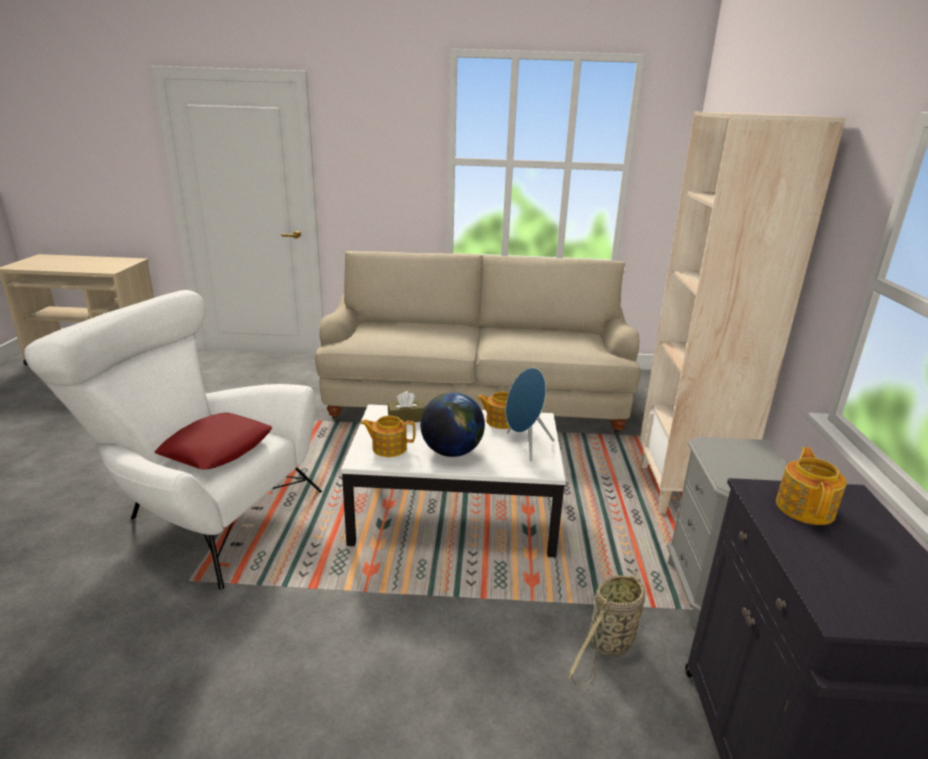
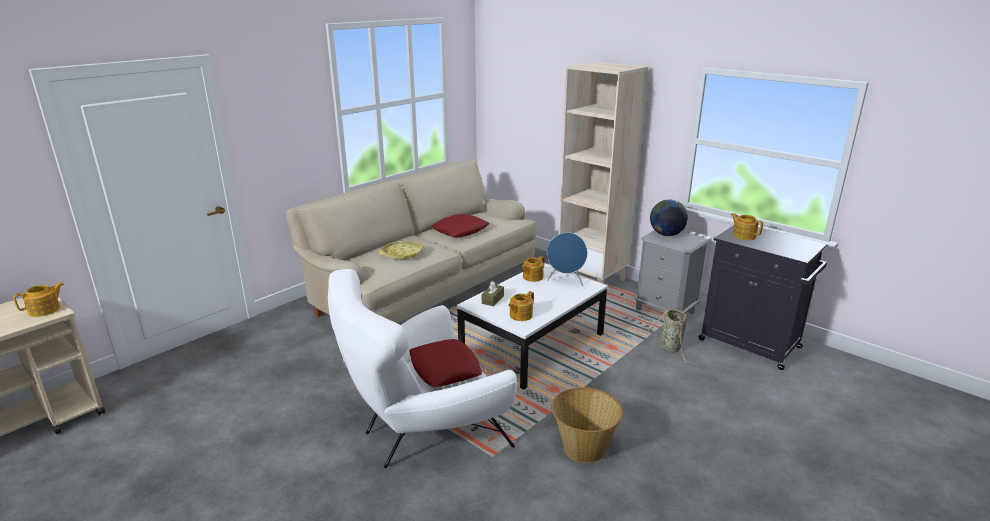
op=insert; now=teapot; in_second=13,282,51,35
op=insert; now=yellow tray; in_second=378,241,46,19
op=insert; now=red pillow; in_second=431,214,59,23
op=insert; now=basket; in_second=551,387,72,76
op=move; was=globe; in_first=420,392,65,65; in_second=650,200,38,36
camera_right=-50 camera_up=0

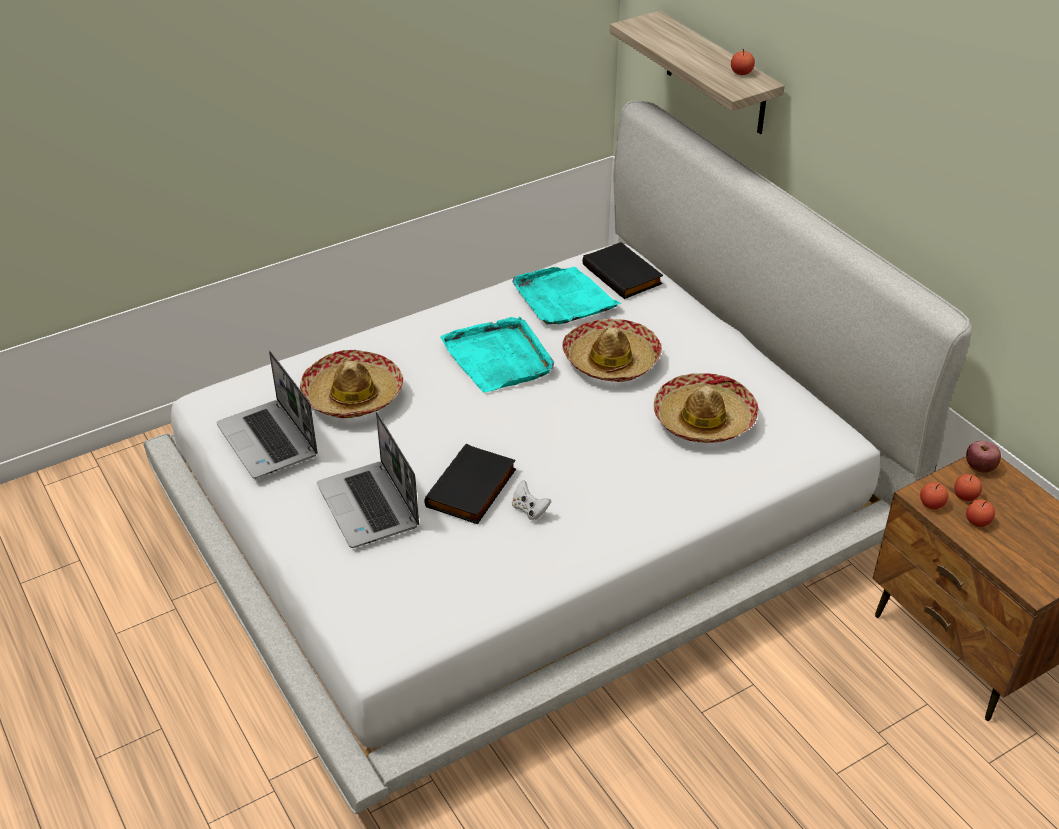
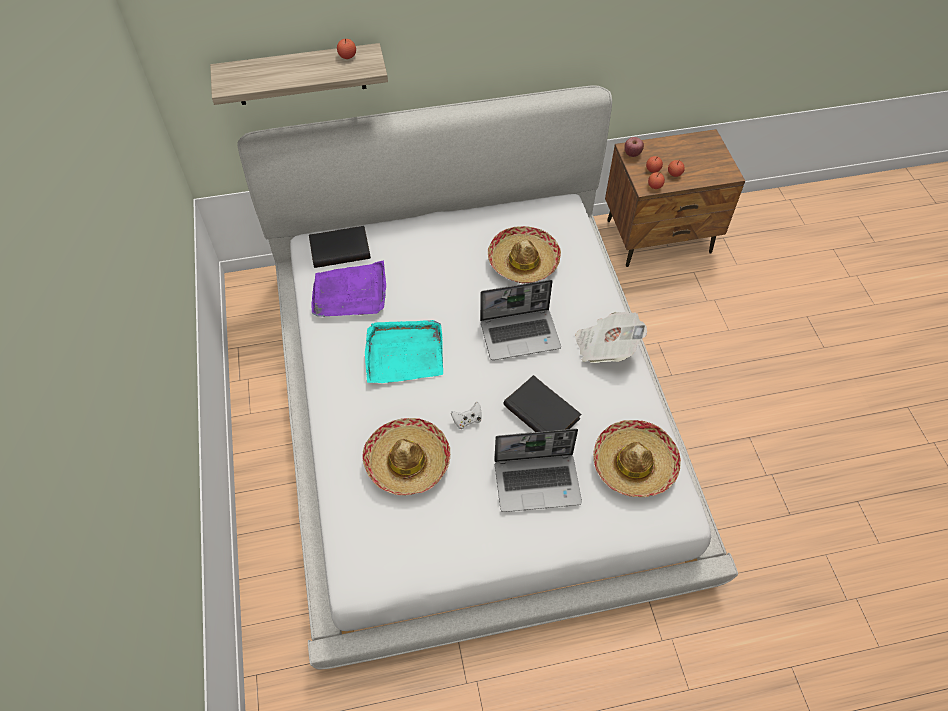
op=insert; now=newspaper; in_second=575,312,72,51
op=move; was=laptop; in_first=217,351,101,128; in_second=480,280,81,80
op=move; was=white game controller; in_first=512,480,39,41; in_second=451,402,31,27
op=move; was=hat; in_first=562,319,100,63; in_second=593,420,88,77
op=recolor; was=turquoise tray; now=purple tray; in_first=512,267,109,57; in_second=311,260,75,57
camera_right=-70 camera_up=15

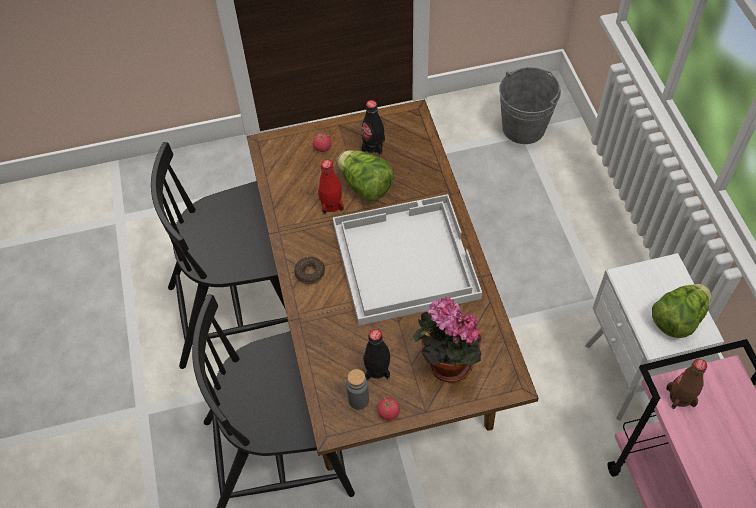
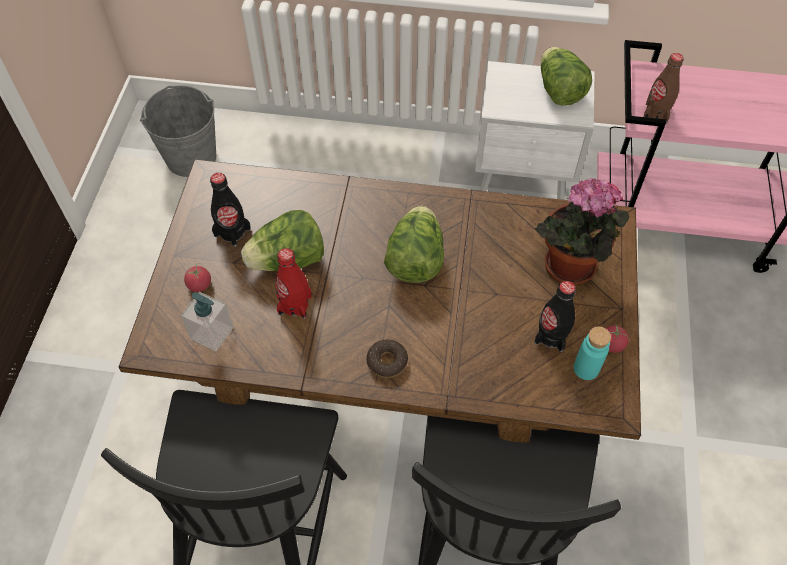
op=insert; now=soap dispenser; in_second=181,292,52,59
op=replace; was=white tray; now=lettuce; in_first=333,194,149,131; in_second=384,206,60,77
op=recolor; was=grey bottle; now=turquoise bottle; in_first=346,369,23,41; in_second=573,326,38,54
camera_right=-70 camera_up=0

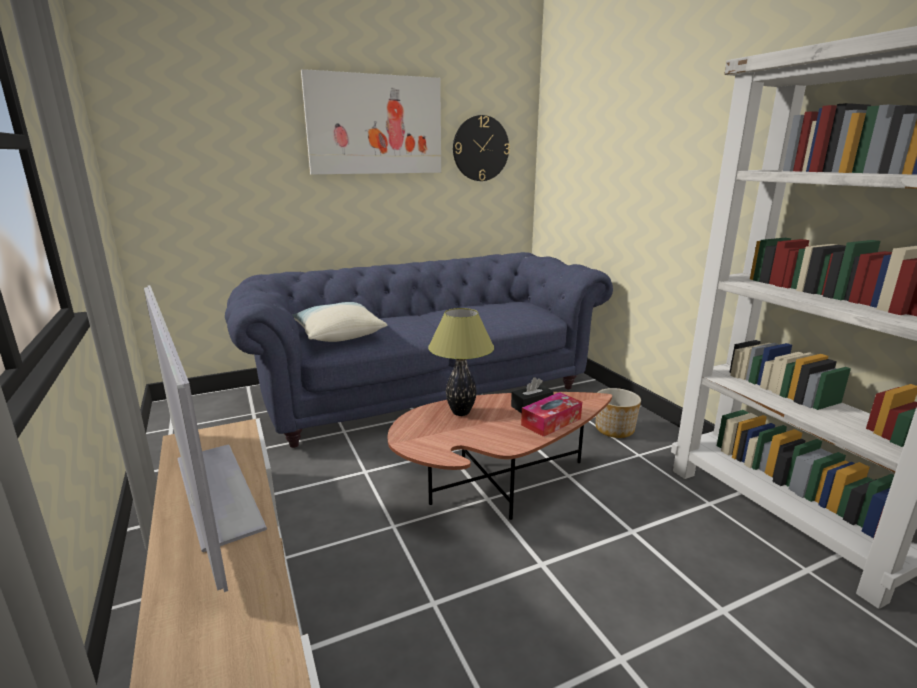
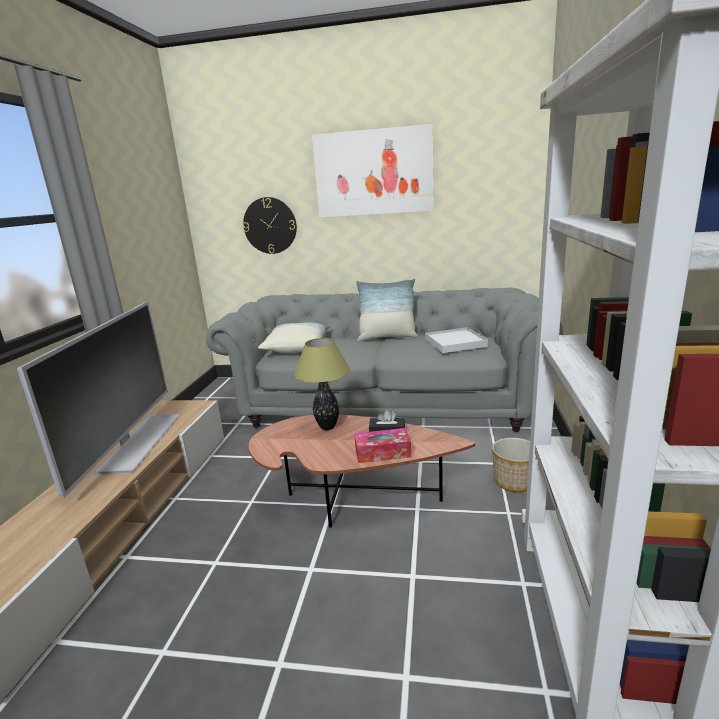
op=insert; now=pillow; in_second=356,279,62,62
op=insert; now=white tray; in_second=425,327,63,26
op=move; was=wall clock; in_first=453,115,57,66; in_second=243,197,54,57
op=recolor; was=blue sofa; now=grey sofa; in_first=225,252,388,196; in_second=206,287,357,145
camera_right=35 camera_up=0

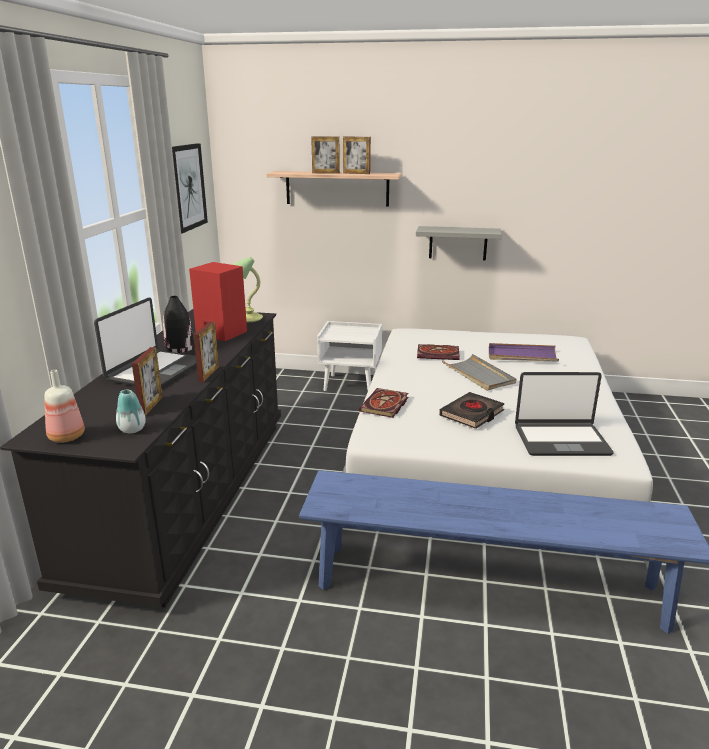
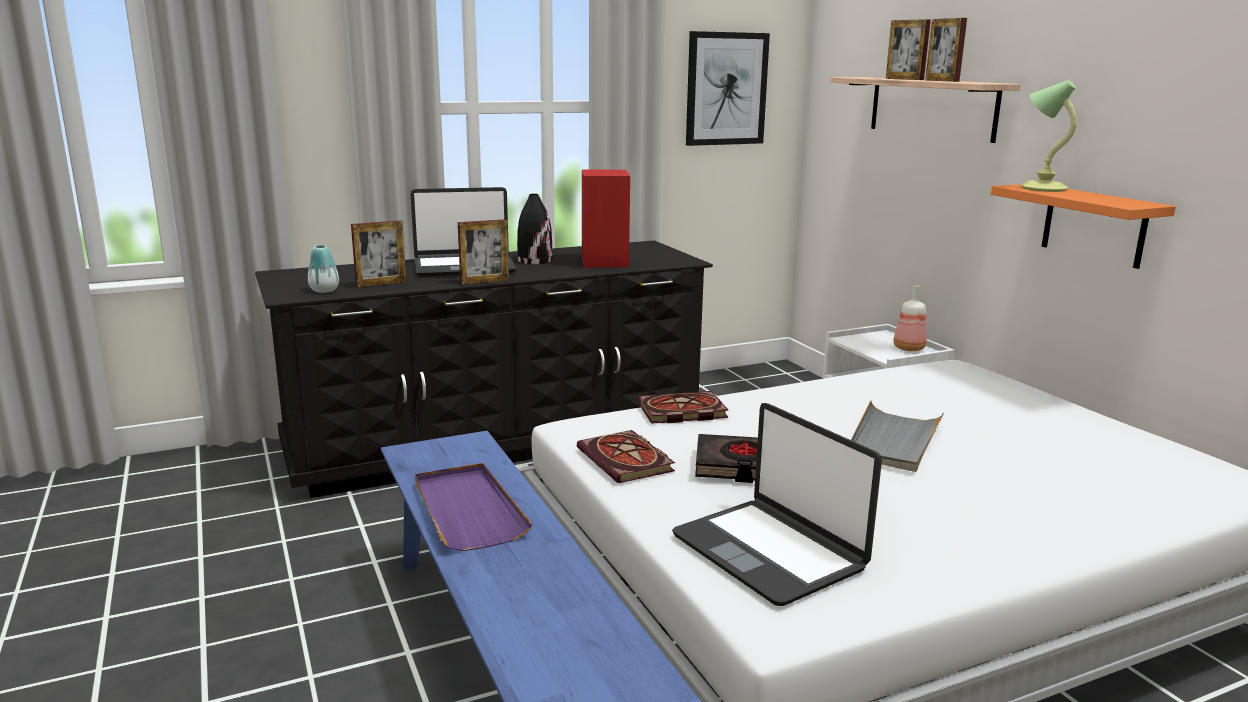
op=move; was=bottle; in_first=44,370,41,73; in_second=893,285,33,66
op=move; was=table lamp; in_first=232,257,31,65; in_second=1021,80,56,112
op=move; was=book; in_first=417,344,43,16; in_second=577,430,98,53
op=move; was=purple tray; in_first=489,343,70,19; in_second=415,463,117,88
op=recolor; was=grey shelf; now=orange shelf; in_first=416,226,86,35; in_second=991,184,185,85
camera_right=55 camera_up=-5

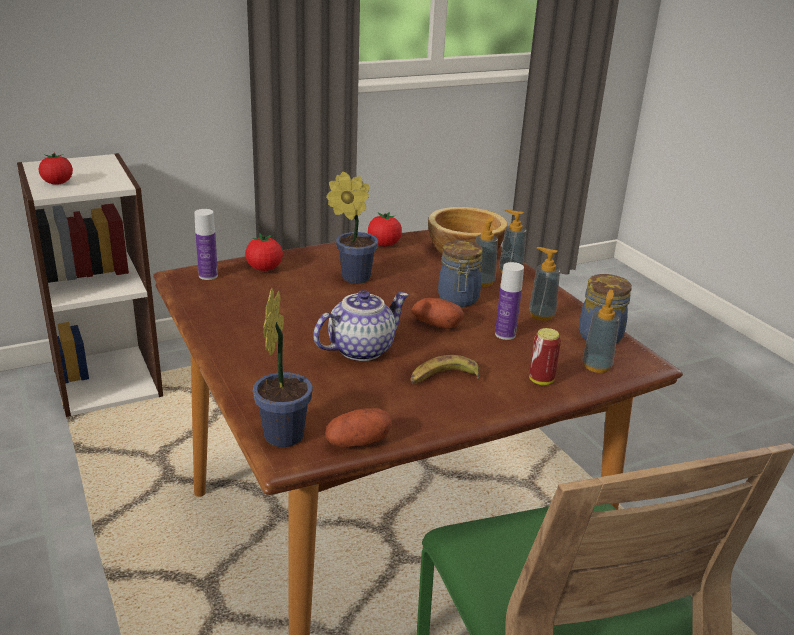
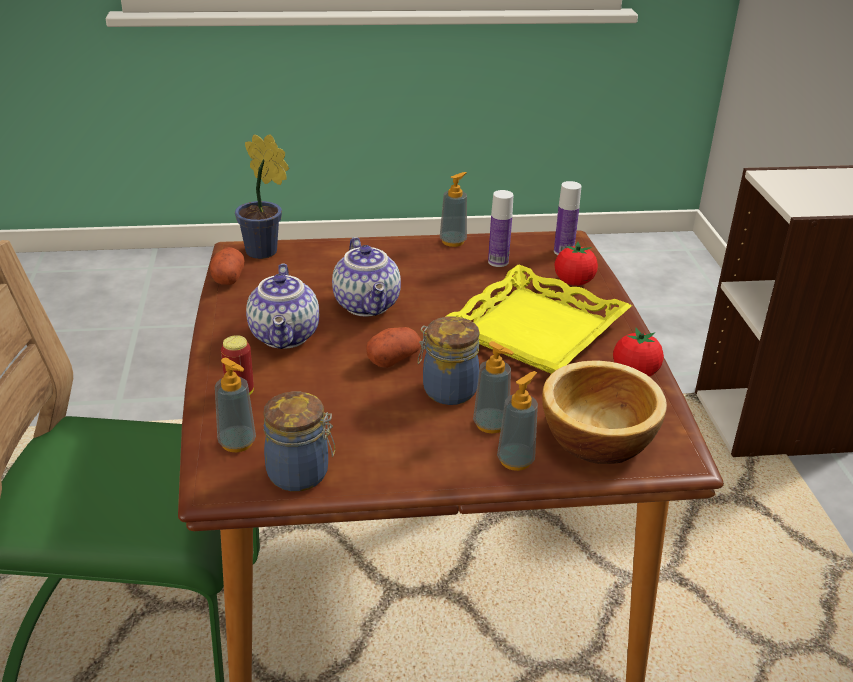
op=delete; was=tomato; in_first=39,152,34,33
op=move; was=bottle; in_first=495,262,29,78; in_second=488,190,26,77
op=move; was=soap dispenser; in_first=529,247,31,74; in_second=440,172,27,75
op=replace; was=potted plant; now=yellow tray; in_first=326,171,52,113; in_second=445,265,187,109
op=replace; was=banana; now=teapot; in_first=411,355,69,29; in_second=246,263,73,86
camera_right=110 camera_up=5

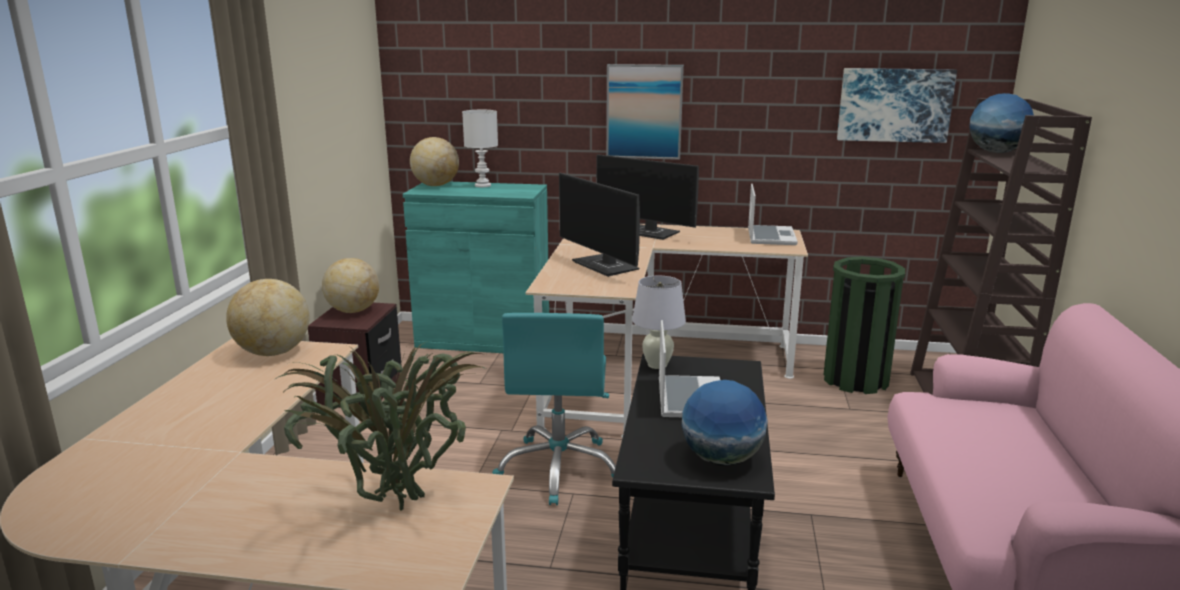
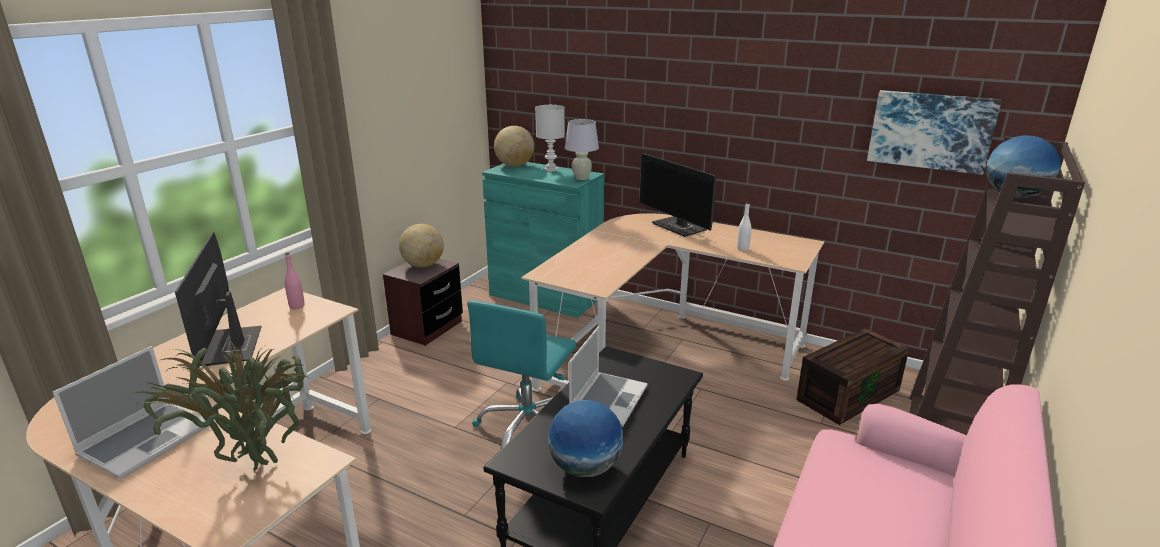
op=delete; was=picture; in_first=606,64,78,96
op=insert; now=white bottle; in_second=737,202,15,49
op=move; was=monitor; in_first=559,173,81,104; in_second=175,232,86,136
op=move; was=white table lamp; in_first=632,276,54,93; in_second=565,119,34,61
op=move; was=laptop; in_first=748,184,50,61; in_second=53,346,154,133
op=replace; was=globe; now=pink bottle; in_first=226,279,83,77; in_second=284,252,21,57
op=replace; was=green trash can; now=brown storage box; in_first=824,257,81,137; in_second=796,328,113,97
camera_right=20 camera_up=5

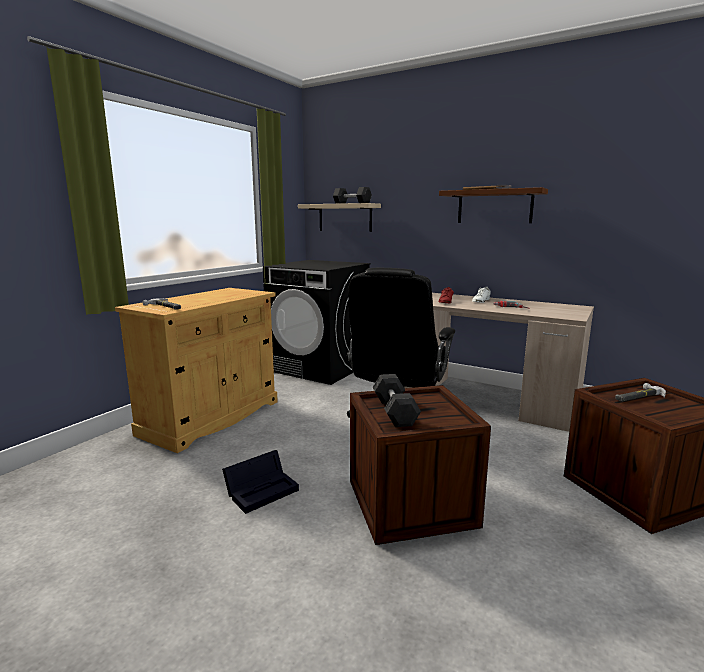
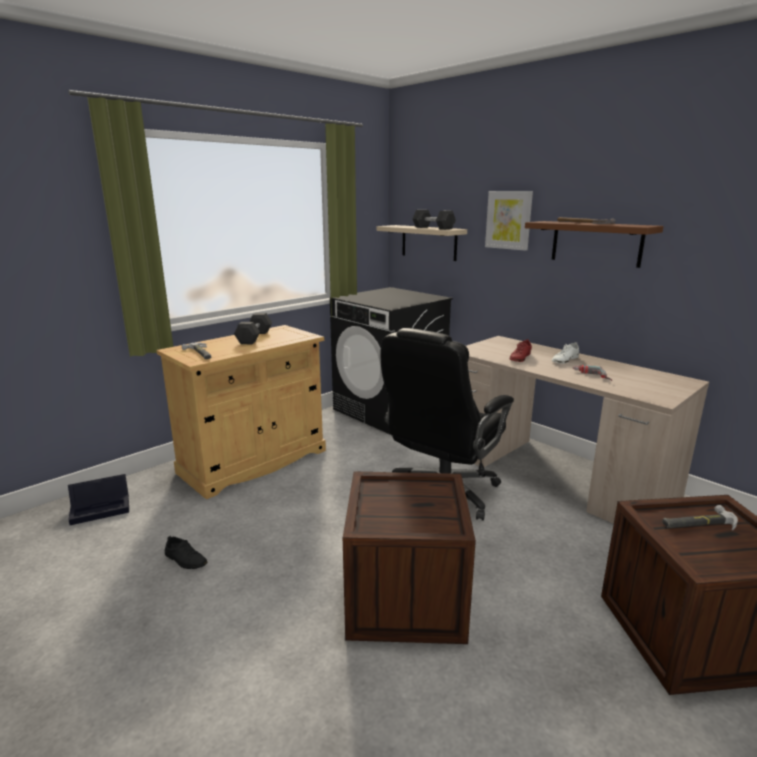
op=insert; now=black shoe; in_second=165,536,42,33
op=insert; now=picture; in_second=485,191,48,60
op=move; was=black storage box; in_first=222,450,77,64; in_second=68,474,61,51
op=move; was=grey dumbbell; in_first=372,374,49,53; in_second=234,313,38,31
camera_right=15 camera_up=5

